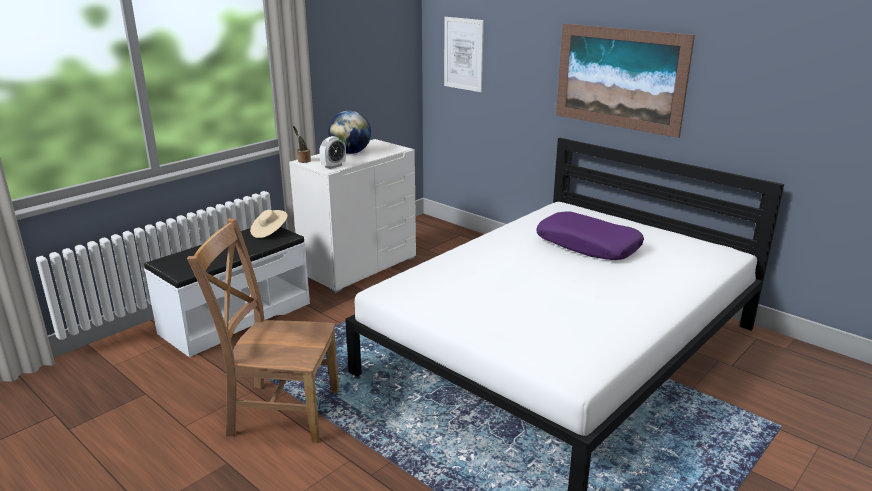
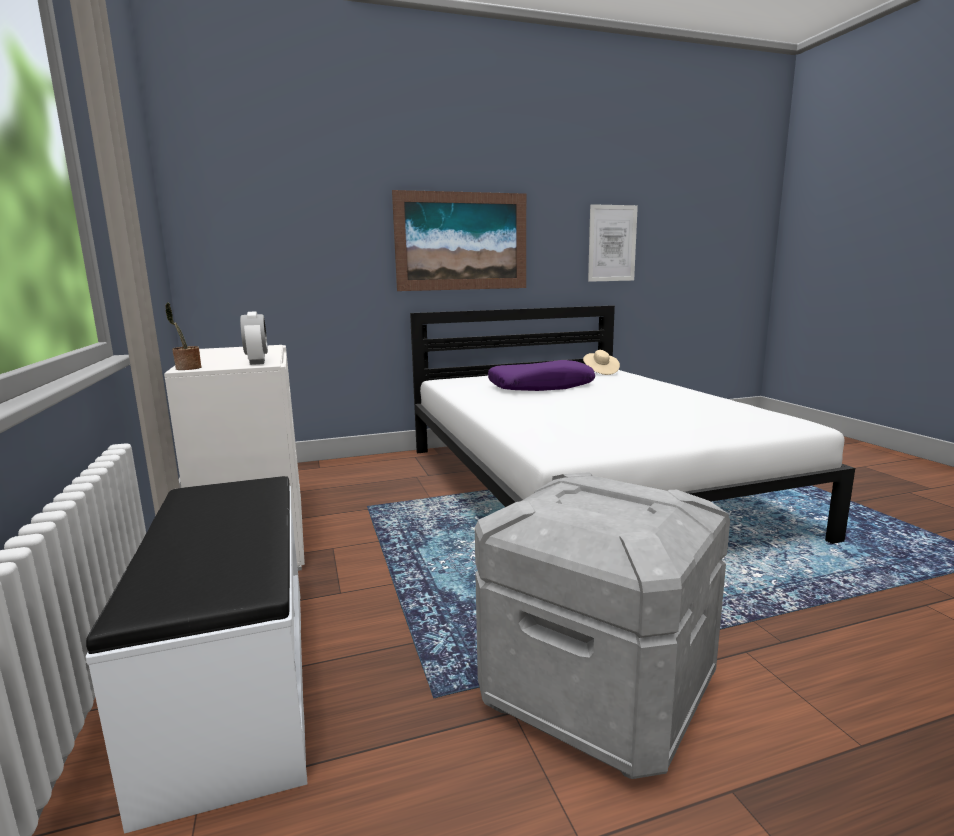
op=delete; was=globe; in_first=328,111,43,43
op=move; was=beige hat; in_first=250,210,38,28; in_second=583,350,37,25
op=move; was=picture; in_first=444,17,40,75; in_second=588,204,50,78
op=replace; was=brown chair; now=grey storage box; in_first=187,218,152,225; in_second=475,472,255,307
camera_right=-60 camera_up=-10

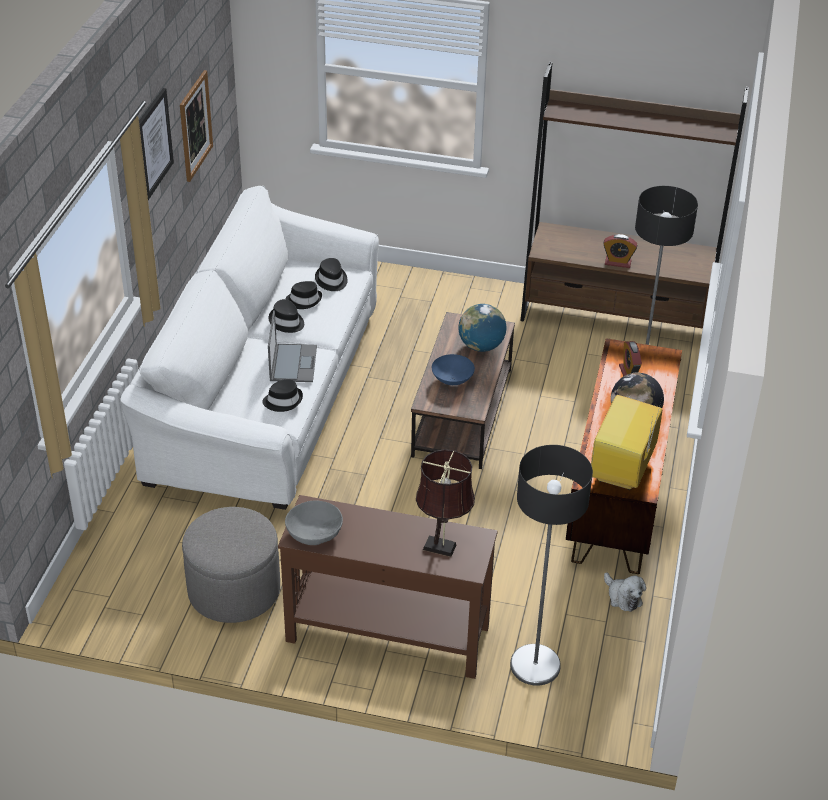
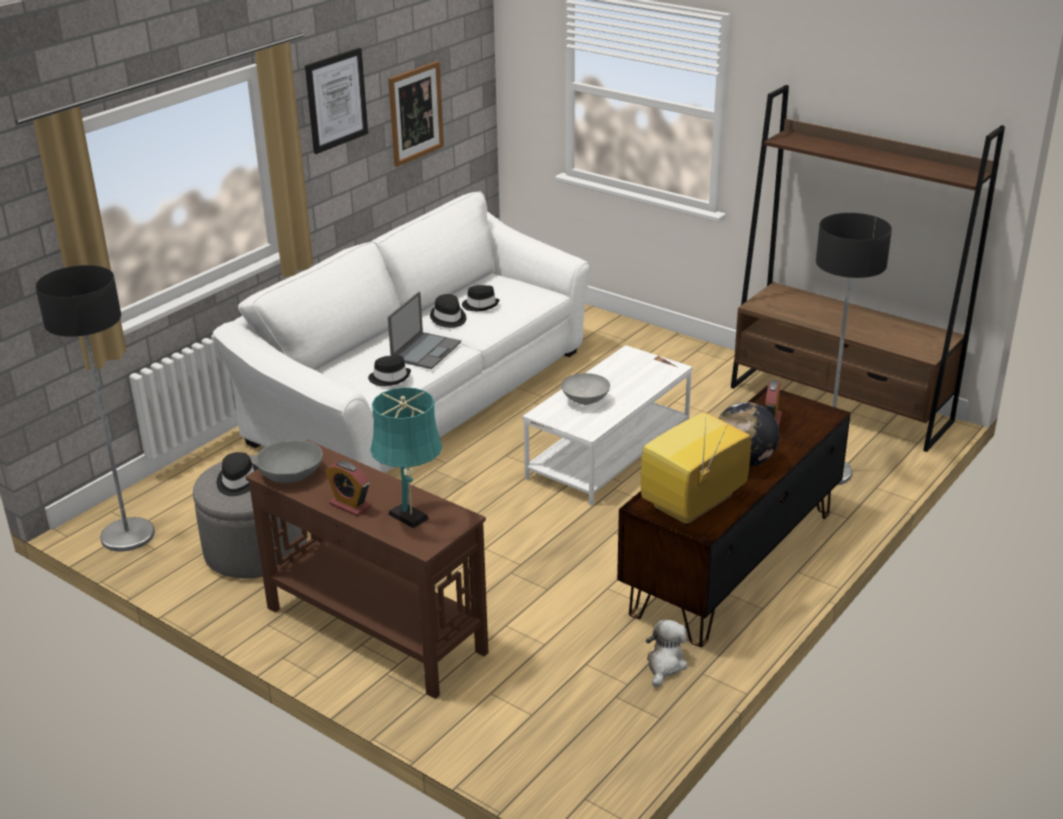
op=delete; was=globe; in_first=458,304,48,48
op=move; was=black hat; in_first=315,258,33,33; in_second=217,452,41,44
op=move; was=floor lamp; in_first=510,445,83,241; in_second=35,265,120,287
op=move; was=alarm clock; in_first=603,234,34,34; in_second=325,461,46,55
op=recolor; was=brown coffee table; now=white coffee table; in_first=411,312,104,157; in_second=522,345,171,161
op=recolor; was=brown table lamp; now=turquoise table lamp; in_first=416,449,59,108; in_second=370,387,73,142
op=recolor; was=blue bowl; now=grey bowl; in_first=432,354,43,31; in_second=561,373,49,32
op=rotate; was=plush toy; in_first=604,573,42,39; in_second=646,620,41,67; clockwise=-150
camera_right=25 camera_up=-10

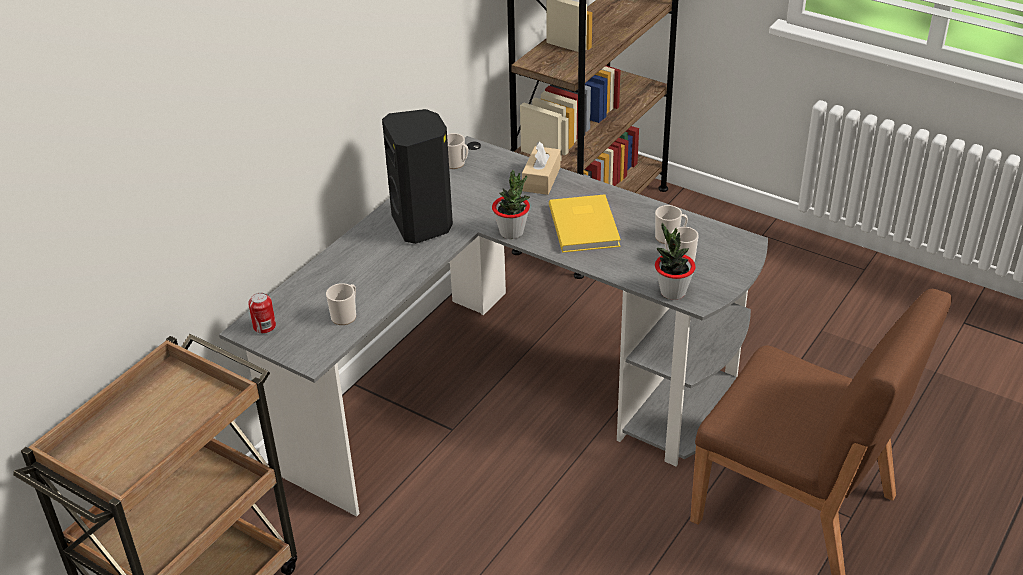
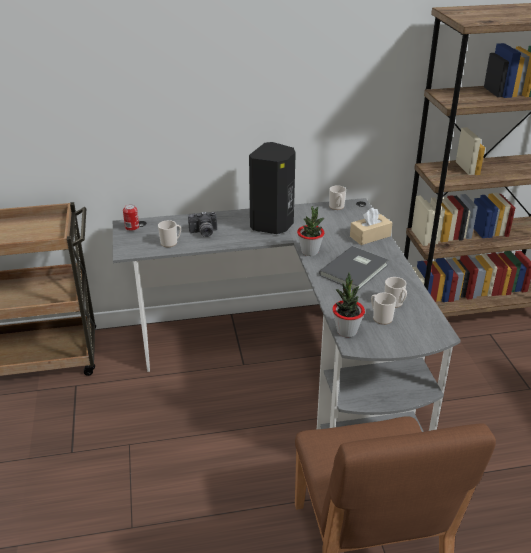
op=insert; now=photo camera; in_second=188,212,29,25
op=recolor; was=yellow book; now=grey book; in_first=549,194,72,59; in_second=319,246,69,44
camera_right=45 camera_up=-5

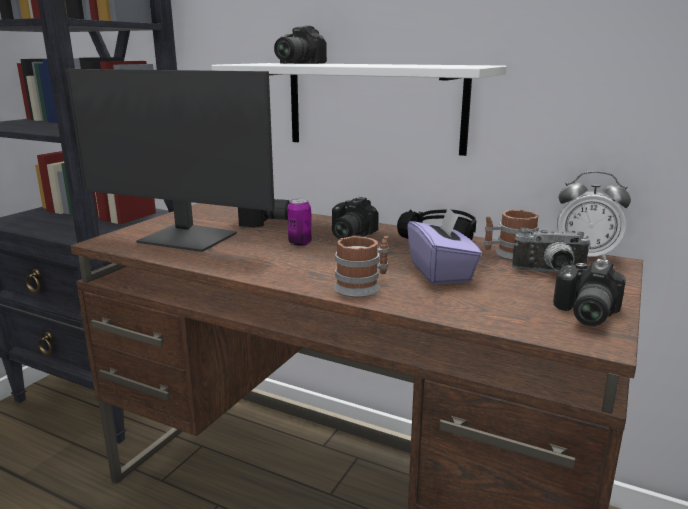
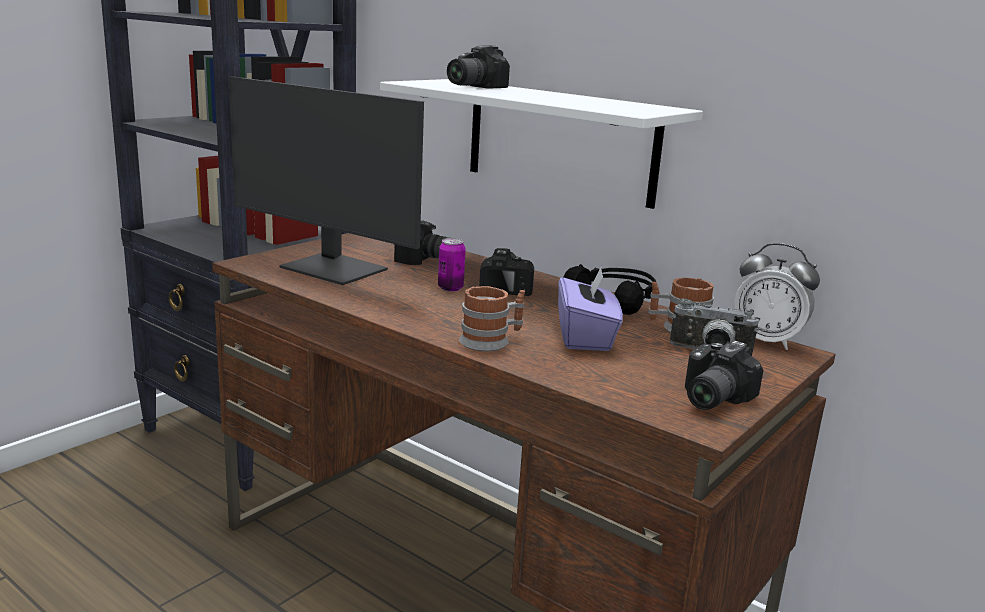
op=rotate; was=photo camera; in_first=332,197,47,42; in_second=479,248,55,48; clockwise=150
camera_right=10 camera_up=0

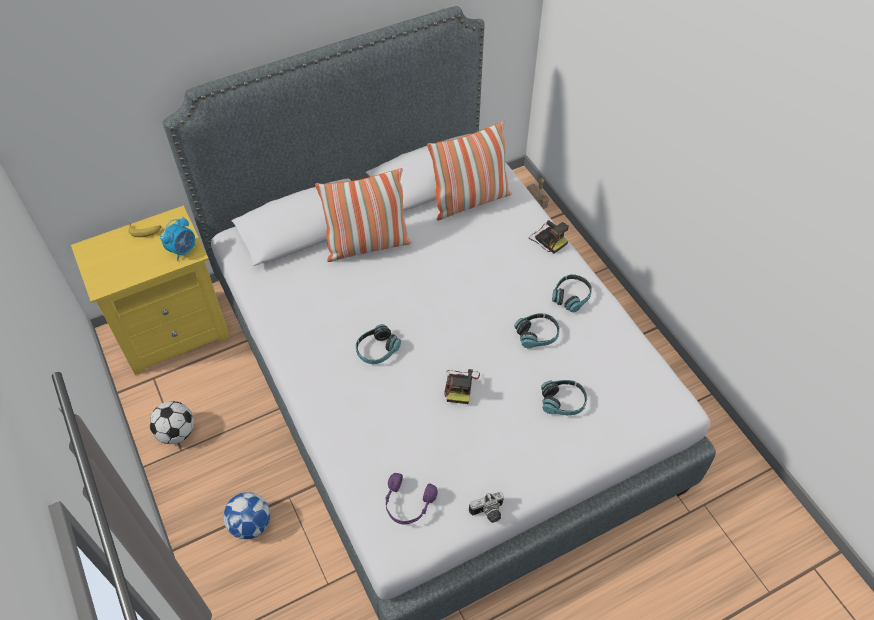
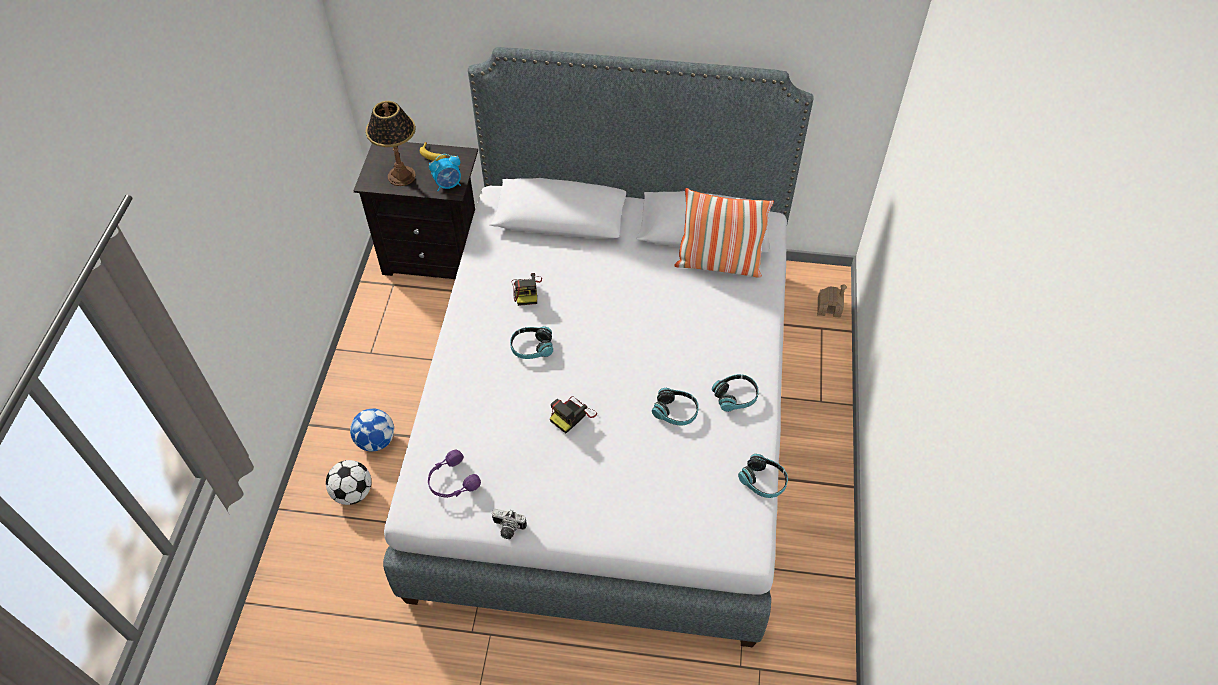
op=delete; was=pillow; in_first=315,168,97,94
op=insert; now=table lamp; in_second=365,101,51,85
op=move; was=football; in_first=149,401,45,43; in_second=326,460,45,45
op=move; was=photo camera; in_first=529,220,40,34; in_second=512,273,30,33
op=move; was=headphones; in_first=541,380,46,35; in_second=738,454,50,44
op=recolor; was=yellow nightstand; now=black nightstand; in_first=71,206,159,169; in_second=353,142,125,137
camera_right=35 camera_up=0

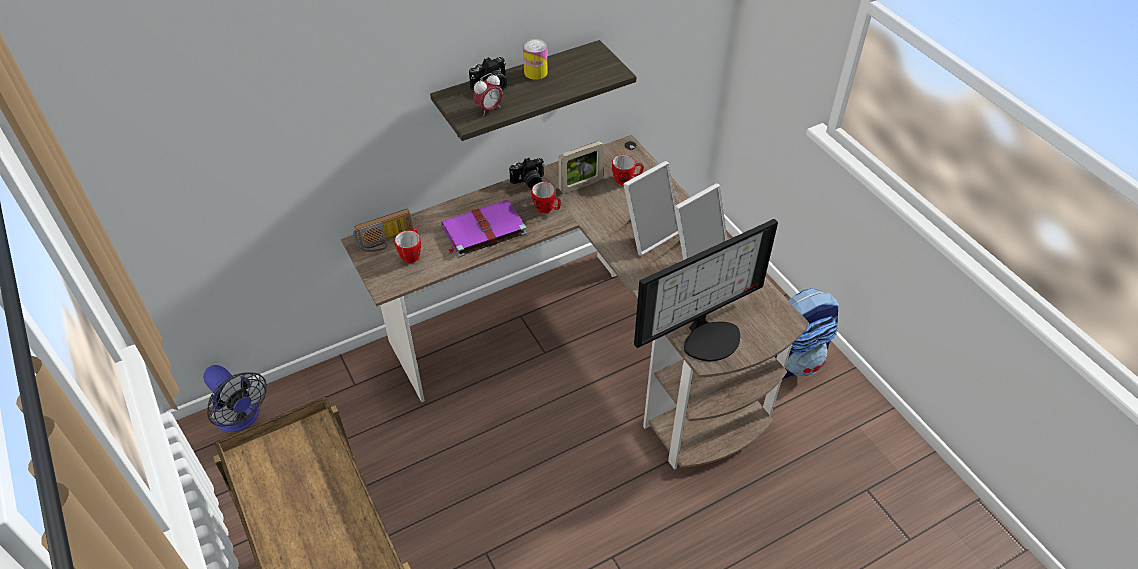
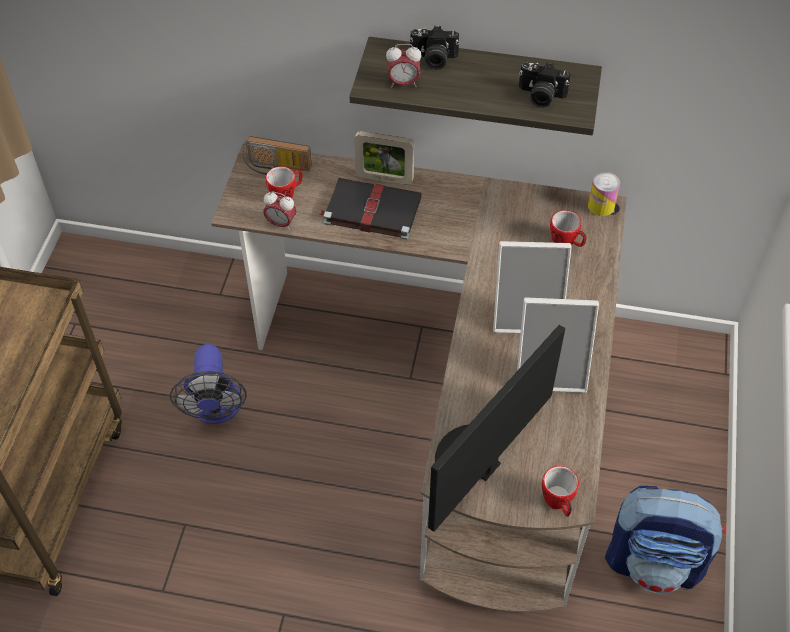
op=insert; now=alarm clock; in_second=263,192,34,38
op=move; was=fan; in_first=203,365,64,67; in_second=170,344,77,80
op=move; was=photo camera; in_first=509,158,36,31; in_second=519,62,52,45
op=move; was=can; in_first=523,39,25,41; in_second=588,172,32,44
op=move; was=mug; in_first=531,182,30,31; in_second=542,466,37,51
op=move; was=picture frame; in_first=559,141,45,52; in_second=354,131,60,54
op=recolor; was=purple book; now=black book; in_first=441,200,86,57; in_second=319,178,103,62
op=rotate; was=monitor; in_first=634,219,144,142; in_second=428,325,137,207; clockwise=120
camera_right=40 camera_up=5

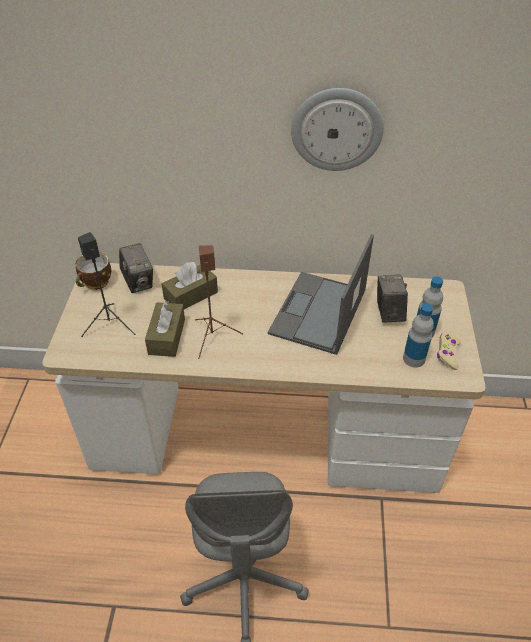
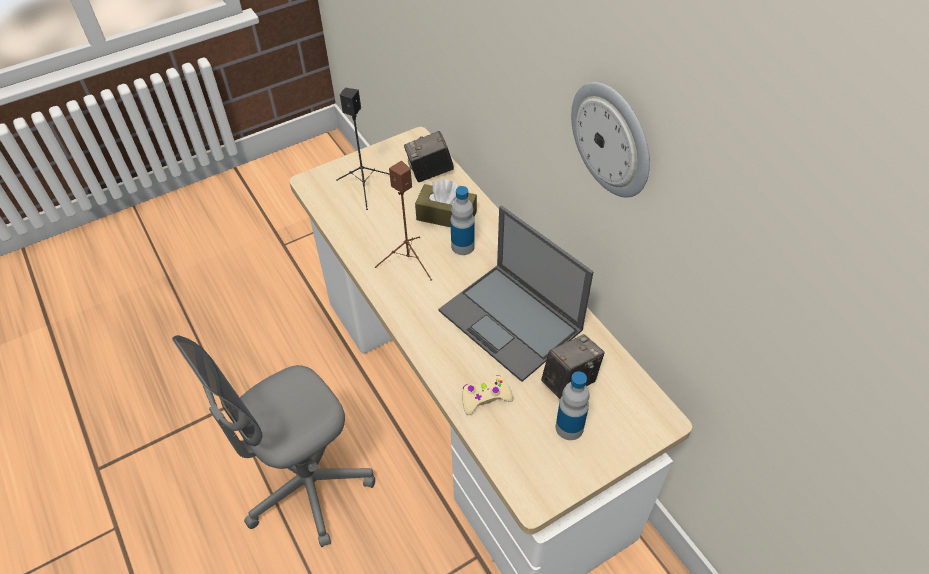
op=delete; was=cup; in_first=75,252,36,38
op=delete; was=brown tissue box; in_first=145,301,40,56
op=move; was=bottle; in_first=403,303,31,65; in_second=450,186,25,69
op=move; was=beige game controller; in_first=437,333,24,37; in_second=462,375,52,40
op=rotate; was=photo camera; in_first=119,243,34,50; in_second=404,131,50,51; clockwise=45
op=rotate; was=laptop; in_first=268,234,106,121; in_second=439,205,155,177; clockwise=-120
camera_right=55 camera_up=5

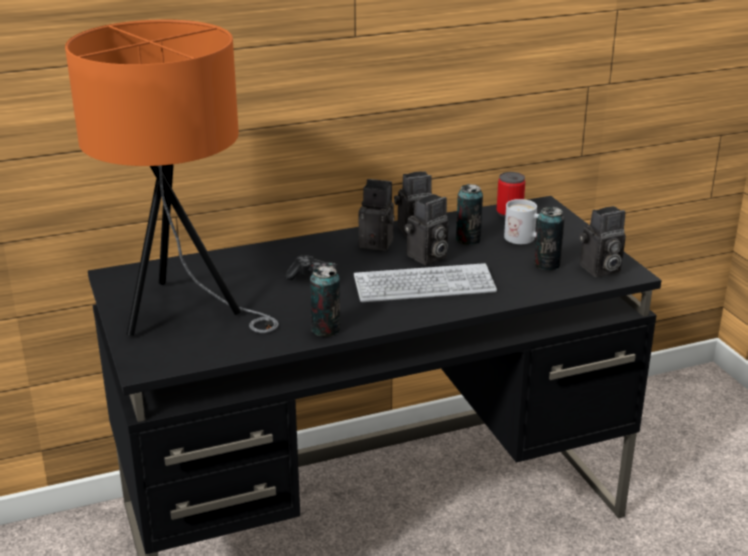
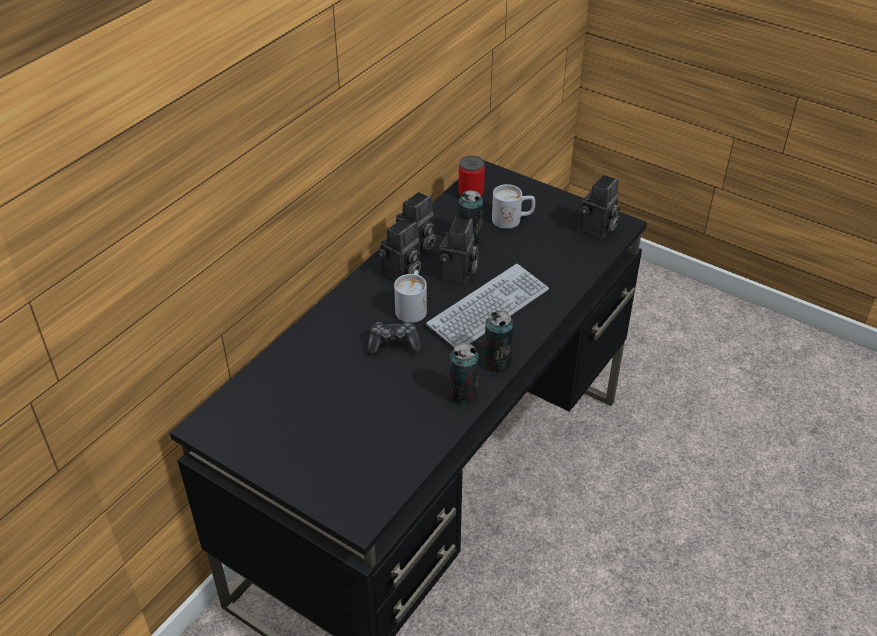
op=delete; was=orange table lamp; in_first=65,20,214,316
op=insert; now=white mug; in_second=394,270,33,53
op=move; was=can; in_first=534,207,31,63; in_second=484,311,30,61
op=rotate; was=photo camera; in_first=358,179,36,72; in_second=378,218,43,64; clockwise=150
camera_right=-35 camera_up=15

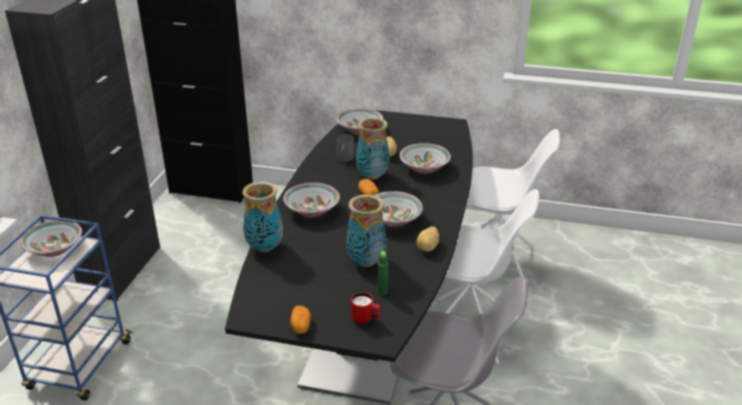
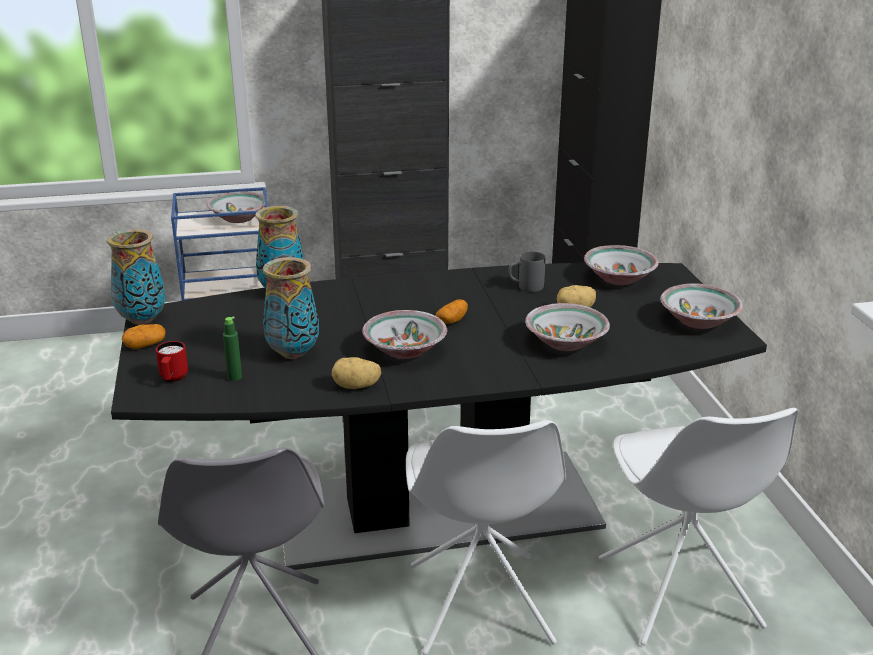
op=move; was=bowl; in_first=283,183,57,34; in_second=660,283,83,46
op=move; was=vase; in_first=356,117,34,63; in_second=107,229,59,96
camera_right=65 camera_up=-5

